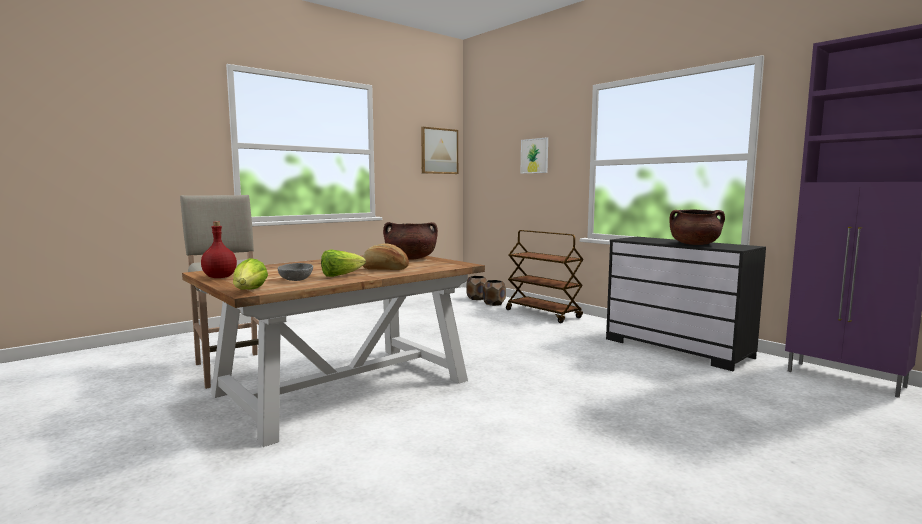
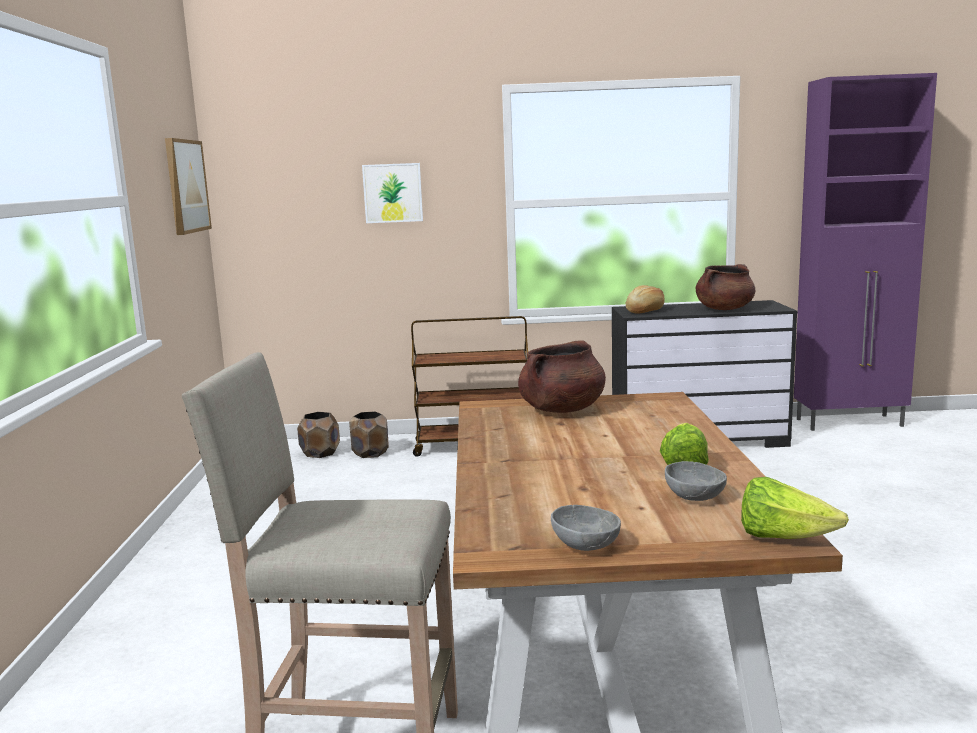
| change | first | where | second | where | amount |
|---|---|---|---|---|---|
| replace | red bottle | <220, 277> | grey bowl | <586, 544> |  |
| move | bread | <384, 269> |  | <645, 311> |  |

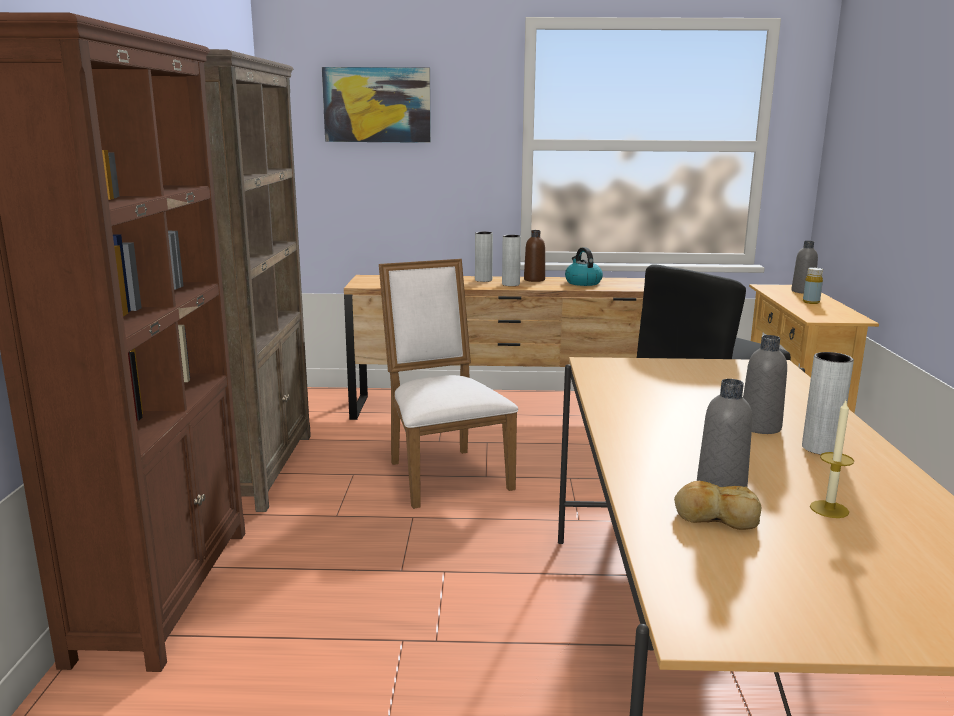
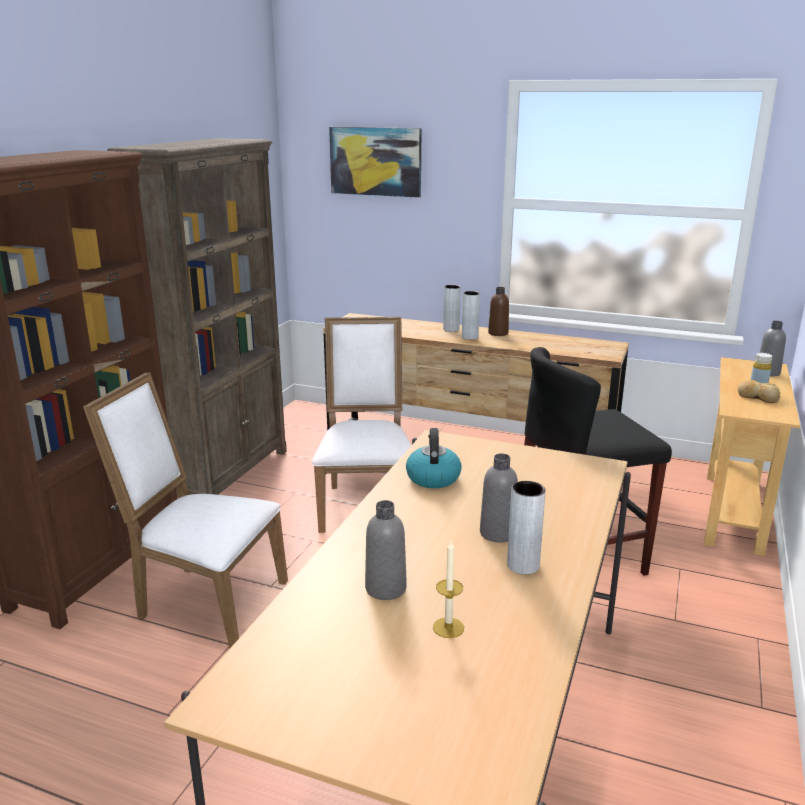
| change | first | where | second | where | amount |
|---|---|---|---|---|---|
| move | kettle | <582, 282> |  | <433, 477> |  |
| move | bread | <715, 517> |  | <757, 397> |  |
| insert |  |  | white chair | <205, 600> |  |

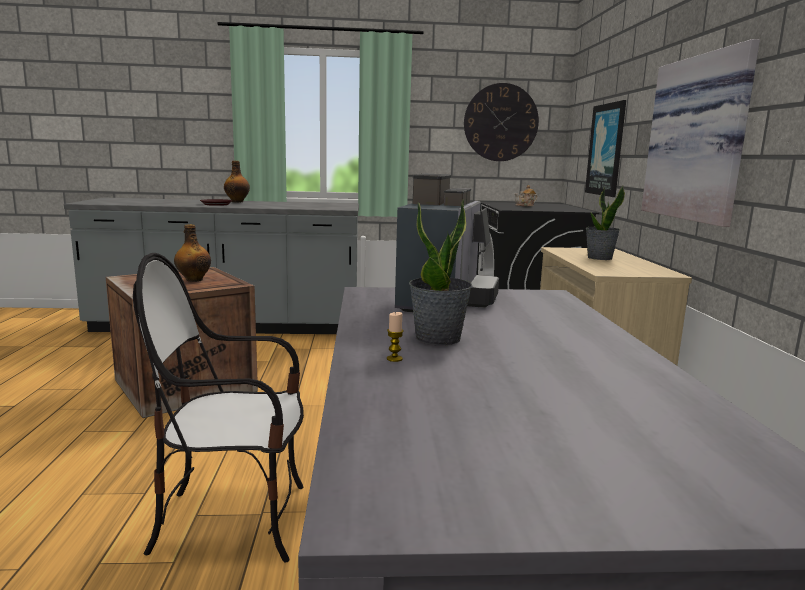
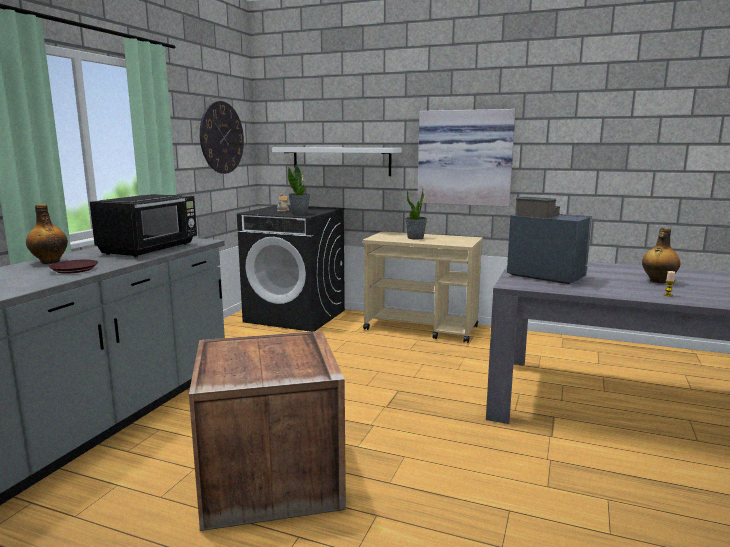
| change | first | where | second | where | amount |
|---|---|---|---|---|---|
| delete | chair | <234, 520> |  |  |  |
| move | bottle | <194, 280> |  | <658, 281> |  |
| move | potted plant | <438, 338> |  | <299, 214> |  |
| replace | picture | <606, 149> | white shelf | <341, 161> |  |
| insert |  |  | black microwave | <151, 249> |  |

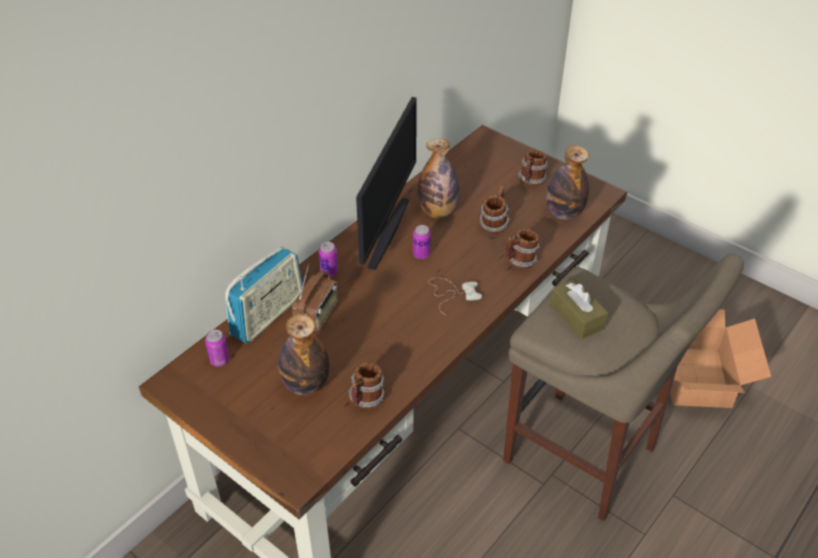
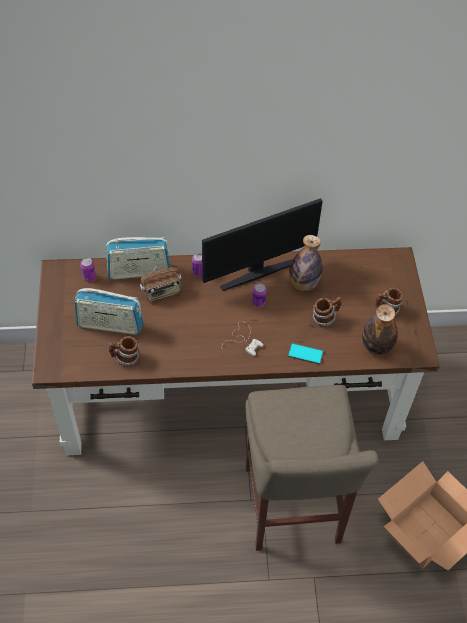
| change | first | where | second | where | amount |
|---|---|---|---|---|---|
| replace | bottle | <306, 384> | radio | <110, 325> |  |
| replace | mug | <519, 262> | phone | <305, 354> |  |
| delete | brown tissue box | <577, 316> |  |  |  |

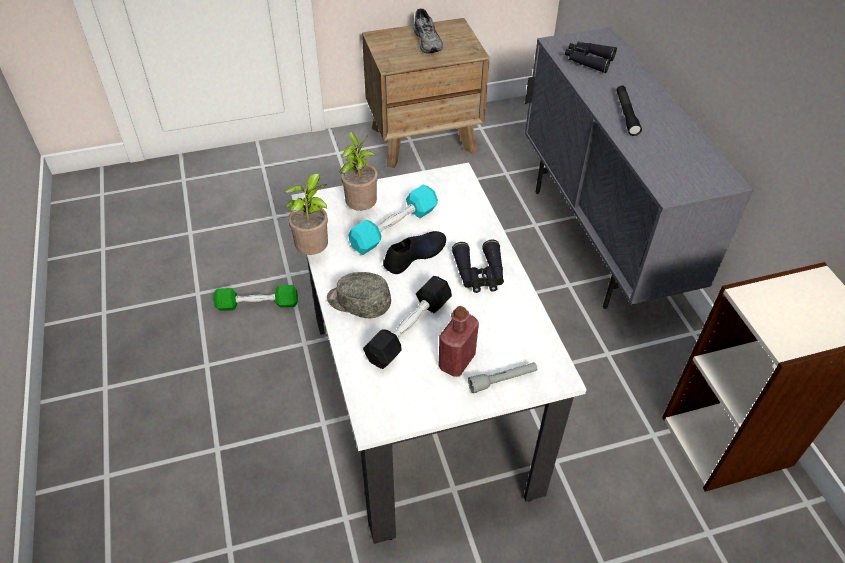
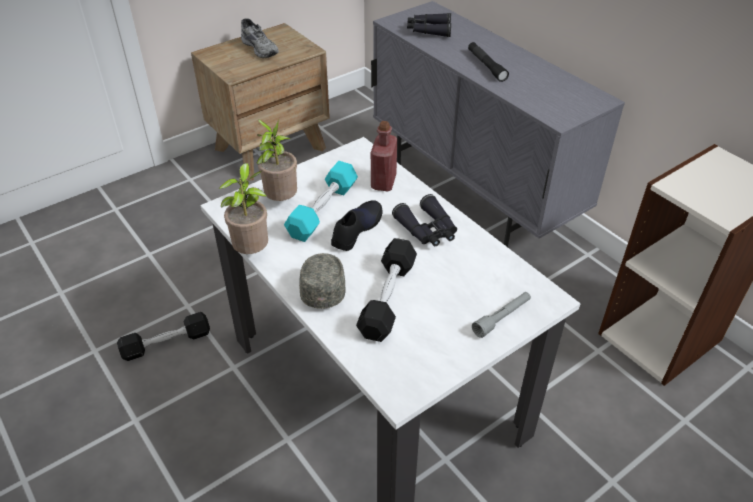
| change | first | where | second | where | amount |
|---|---|---|---|---|---|
| recolor | green dumbbell | <257, 304> | black dumbbell | <166, 343> |  |
| rotate | grey cap | <358, 302> |  | <323, 287> | 90 degrees clockwise |
| move | red bottle | <456, 361> |  | <383, 182> |  |

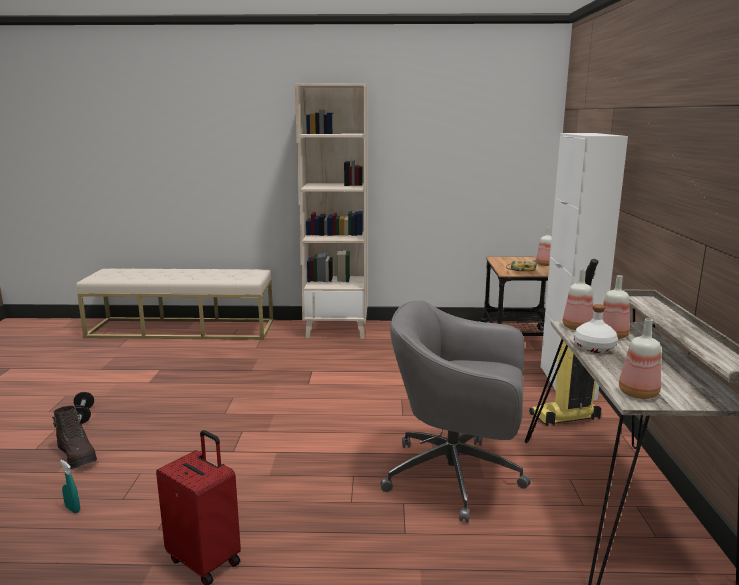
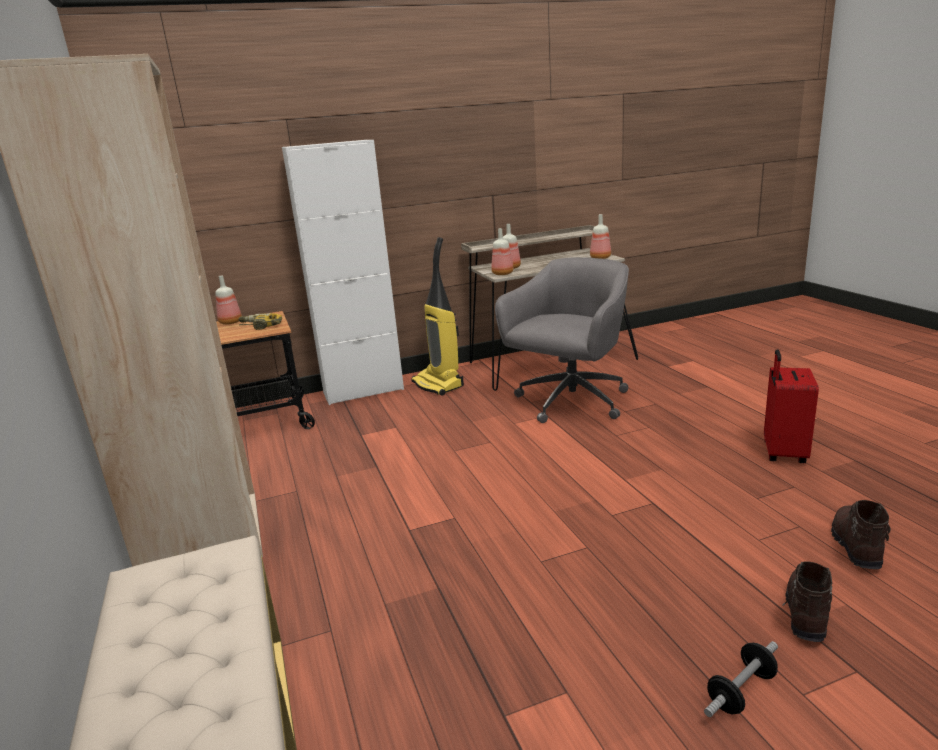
| change | first | where | second | where | amount |
|---|---|---|---|---|---|
| replace | turquoise spray bottle | <72, 509> | brown boot | <855, 546> |  |
| rotate | grey office chair | <457, 476> |  | <570, 402> | 135 degrees counterclockwise |
| delete | white bottle | <593, 347> |  |  |  |

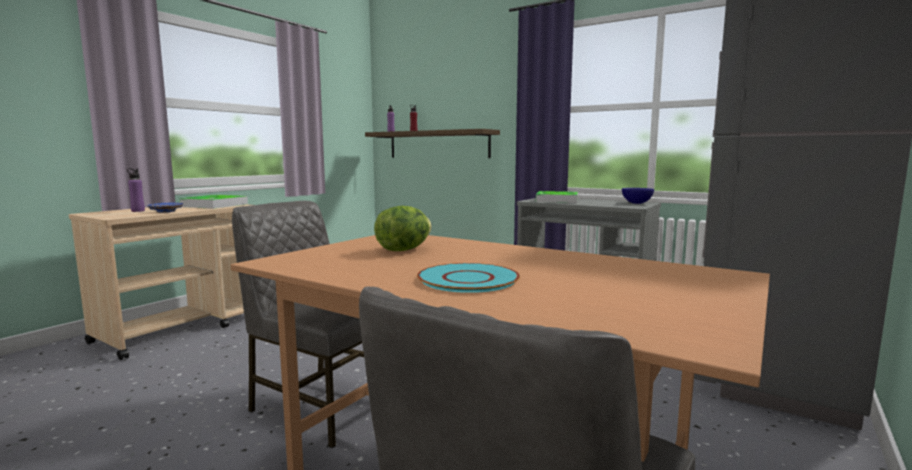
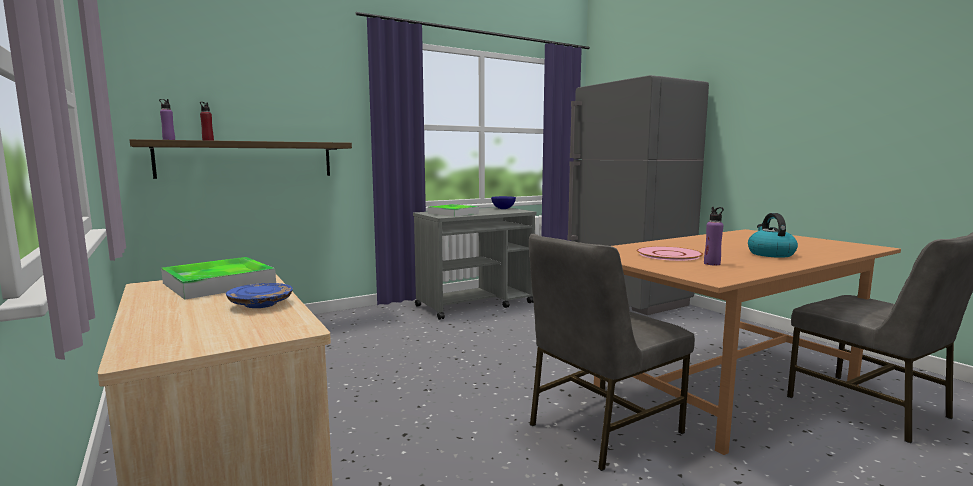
| change | first | where | second | where | amount |
|---|---|---|---|---|---|
| move | purple bottle | <138, 211> |  | <712, 263> |  |
| replace | lettuce | <404, 250> | pink plate | <669, 255> |  |
| replace | turquoise plate | <467, 279> | kettle | <770, 254> |  |

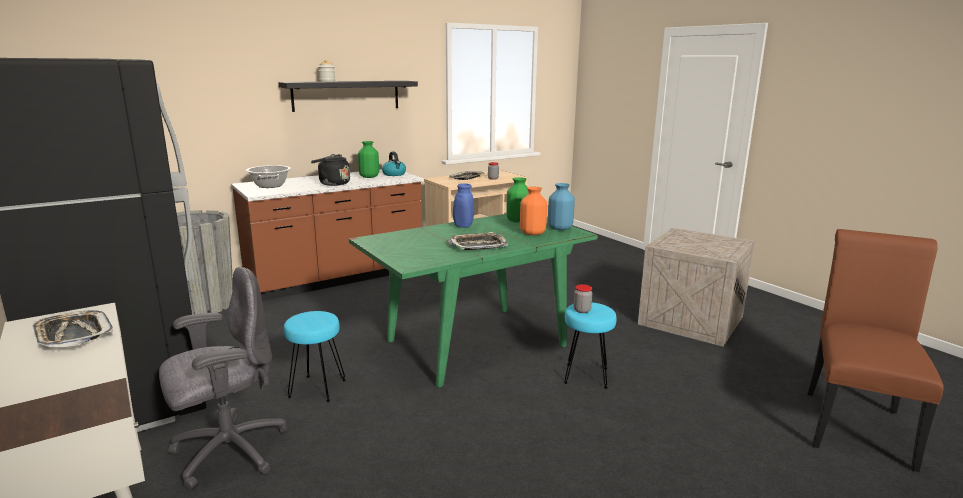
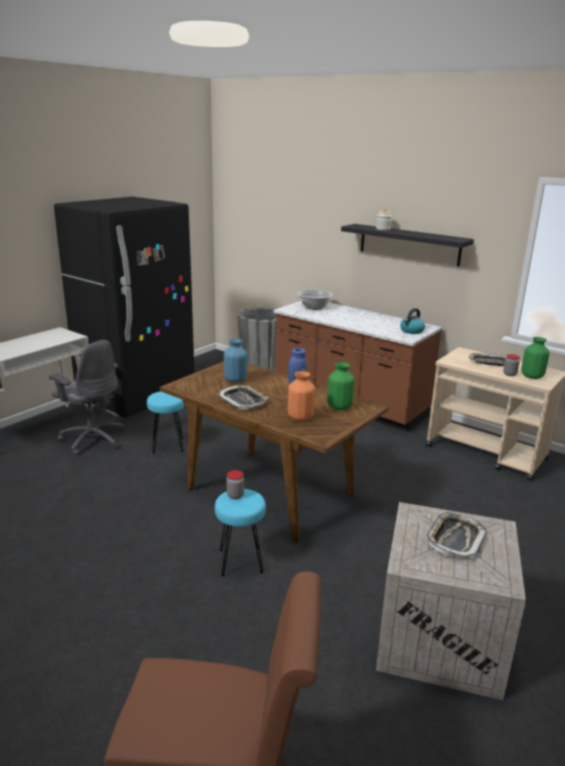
| change | first | where | second | where | amount |
|---|---|---|---|---|---|
| move | tray | <73, 334> |  | <455, 539> |  |
| delete | black kettle | <332, 183> |  |  |  |
| recolor | green dining table | <474, 344> | brown dining table | <269, 491> |  |
| move | green vase | <369, 177> |  | <531, 376> |  |
| move | blue vase | <559, 228> |  | <235, 380> |  |

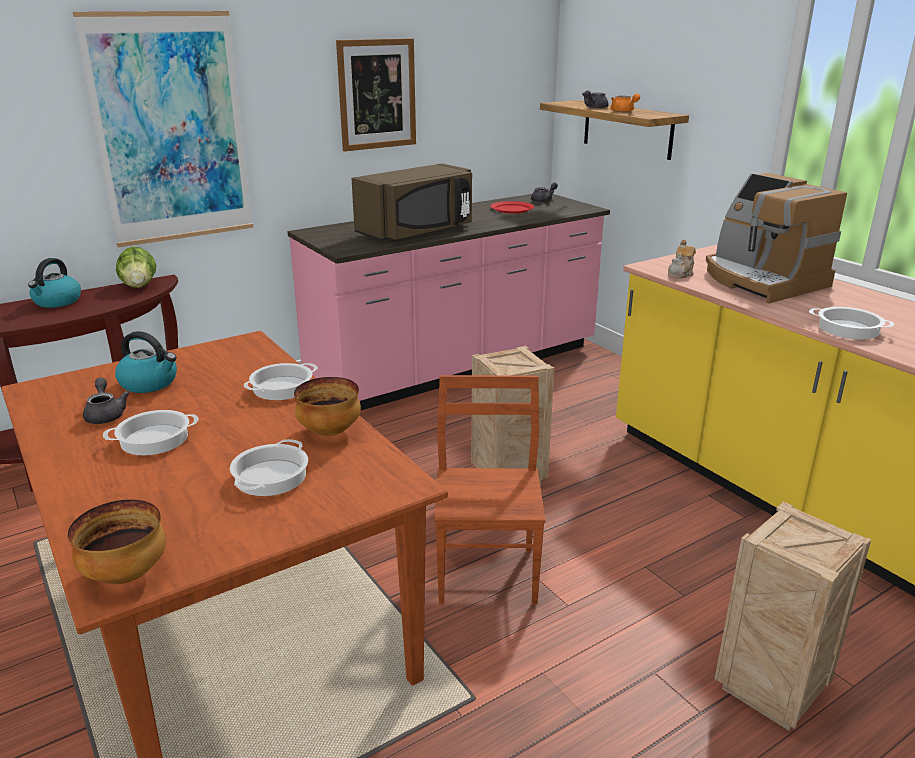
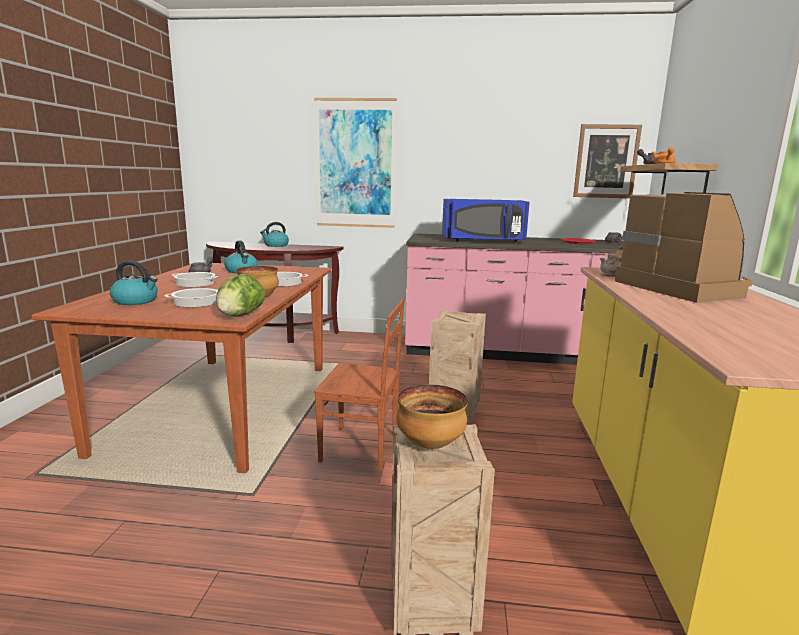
| change | first | where | second | where | amount |
|---|---|---|---|---|---|
| move | bowl | <127, 575> |  | <431, 444> |  |
| move | lettuce | <139, 286> |  | <240, 315> |  |
| move | picture | <377, 94> |  | <606, 161> |  |
| recolor | brown microwave | <417, 231> | blue microwave | <483, 241> |  |
| rotate | brown chair | <488, 574> |  | <360, 448> | 60 degrees clockwise |
| rotate | coffee machine | <761, 281> |  | <682, 288> | 150 degrees clockwise |
| delete | cooking pot | <849, 329> |  |  |  |
| insert |  |  | kettle | <136, 301> |  |

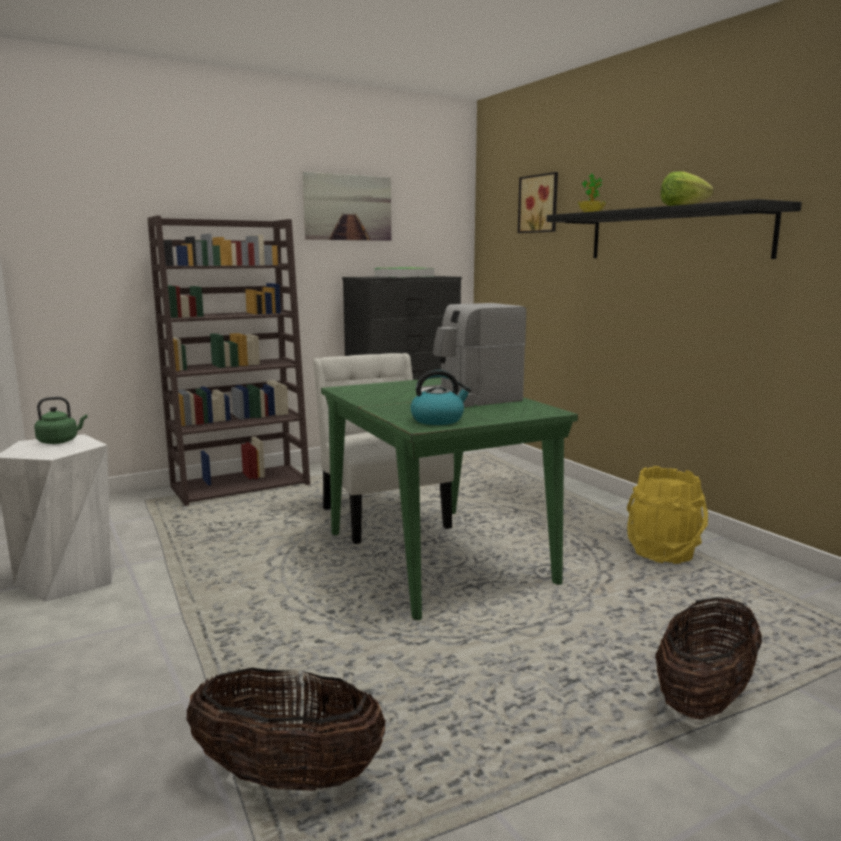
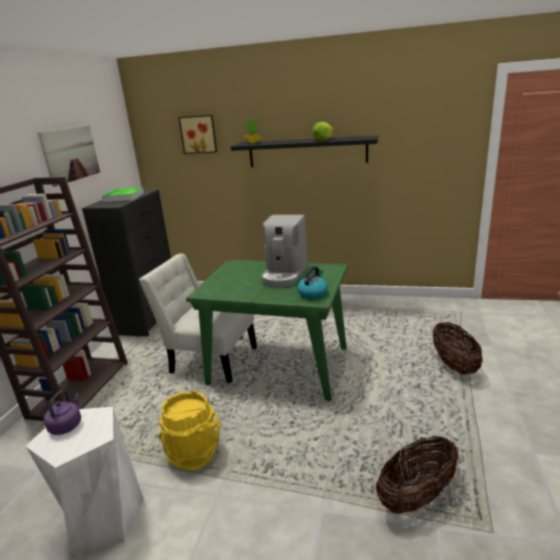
| change | first | where | second | where | amount |
|---|---|---|---|---|---|
| recolor | green kettle | <60, 441> | purple kettle | <67, 425> |  |
| move | yellow bucket | <663, 552> |  | <194, 454> |  |

